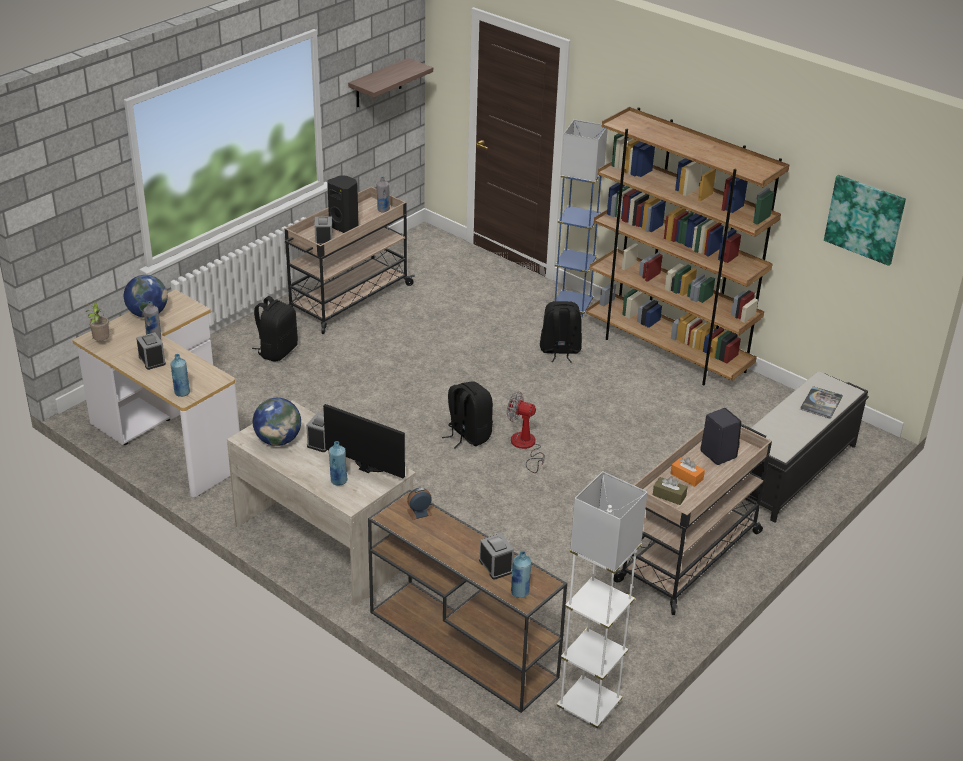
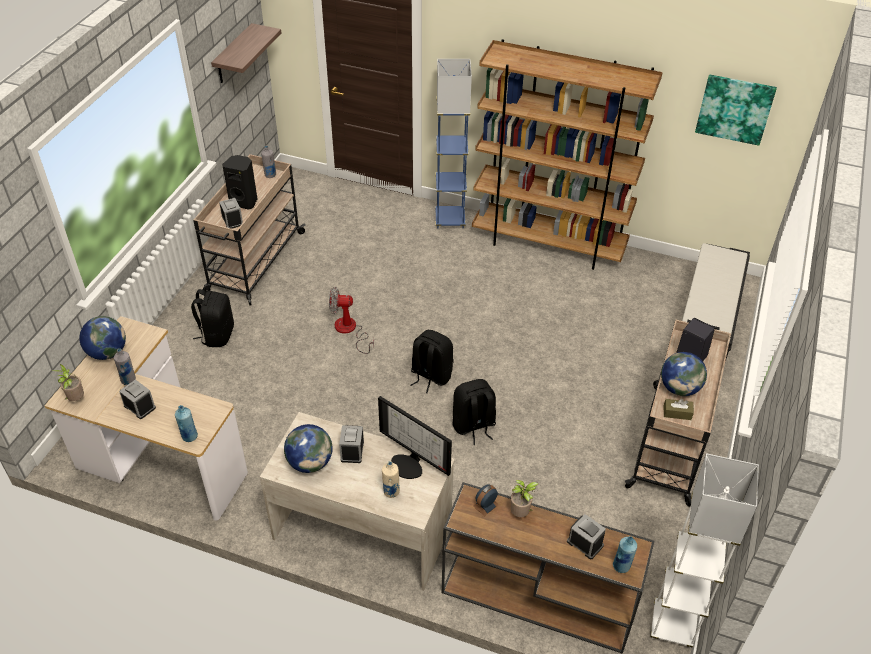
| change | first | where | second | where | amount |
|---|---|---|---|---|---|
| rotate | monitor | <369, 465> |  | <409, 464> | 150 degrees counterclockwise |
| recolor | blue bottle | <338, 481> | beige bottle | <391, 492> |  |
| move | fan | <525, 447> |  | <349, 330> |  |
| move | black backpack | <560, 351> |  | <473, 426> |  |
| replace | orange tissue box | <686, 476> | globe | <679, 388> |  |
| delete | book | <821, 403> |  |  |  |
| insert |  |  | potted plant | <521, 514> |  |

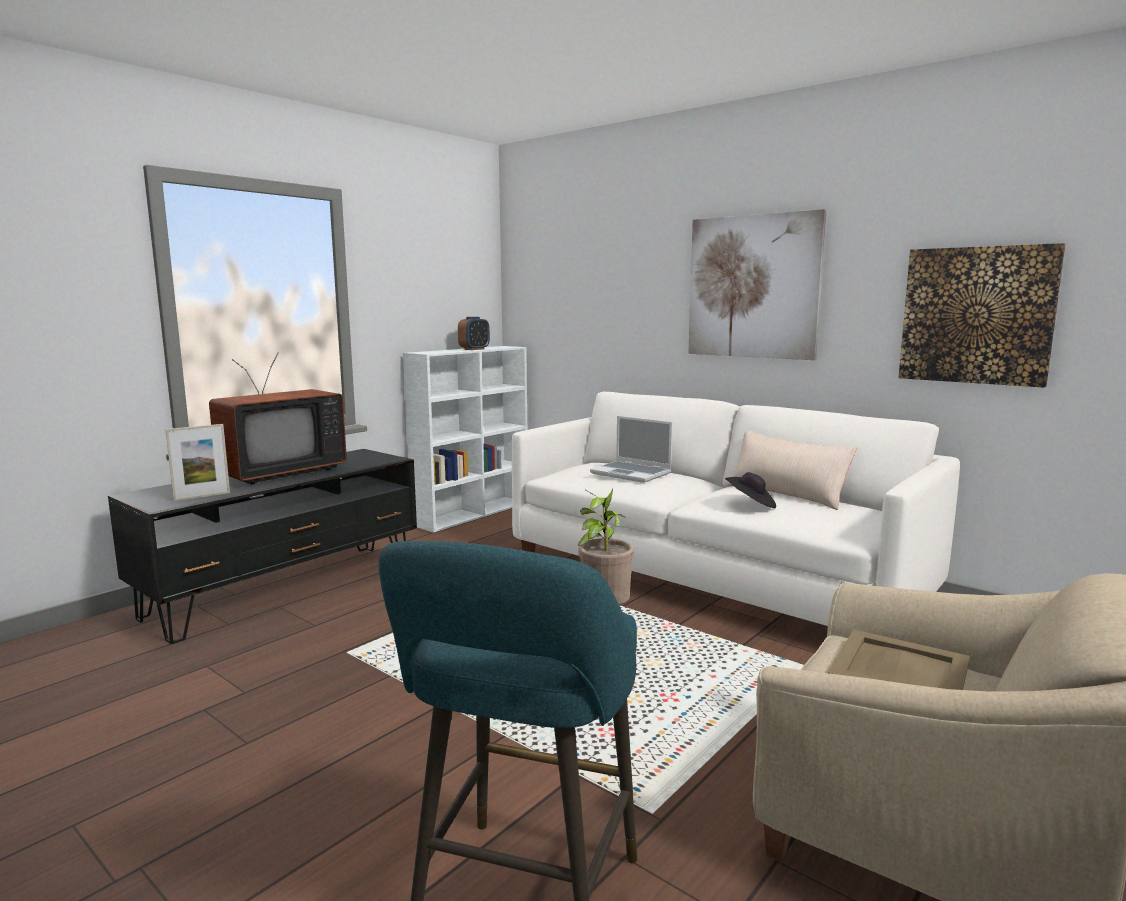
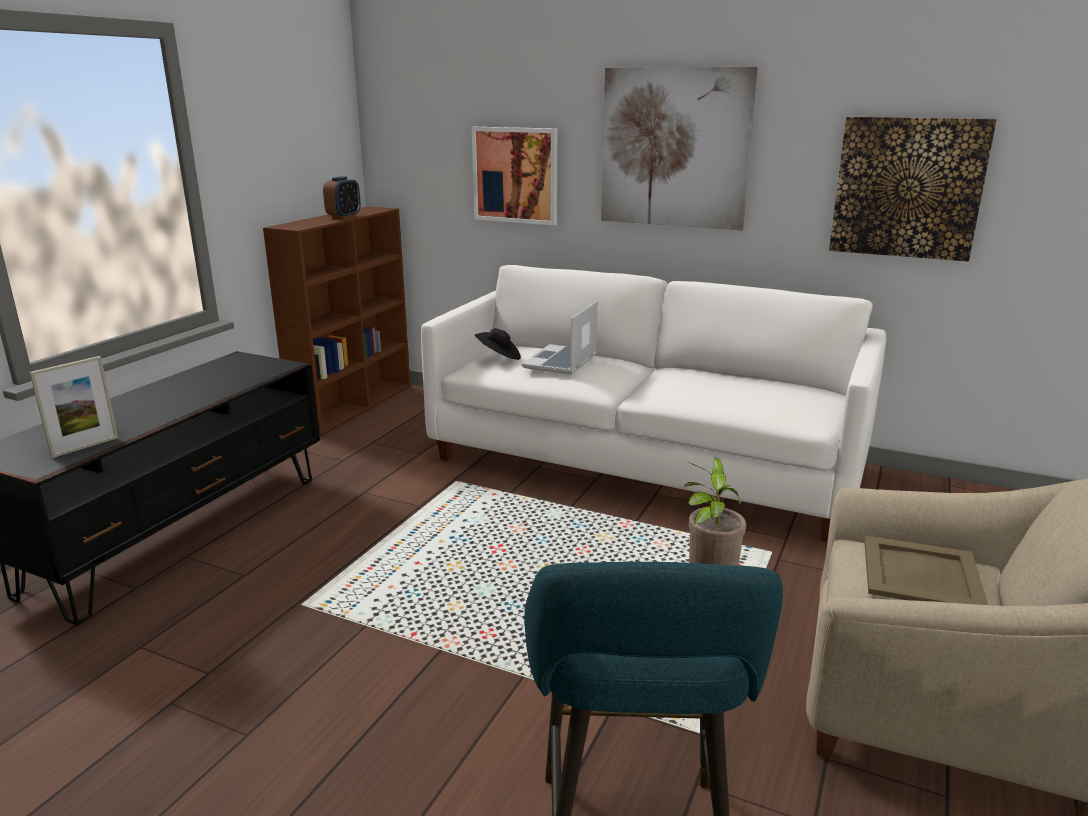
| change | first | where | second | where | amount |
|---|---|---|---|---|---|
| delete | television | <278, 473> |  |  |  |
| recolor | white bookcase | <473, 513> | brown bookcase | <354, 405> |  |
| rotate | laptop | <632, 473> |  | <561, 362> | 90 degrees clockwise |
| move | black hat | <751, 504> |  | <498, 357> |  |
| delete | beige pillow | <786, 494> |  |  |  |
| insert |  |  | picture | <515, 175> |  |

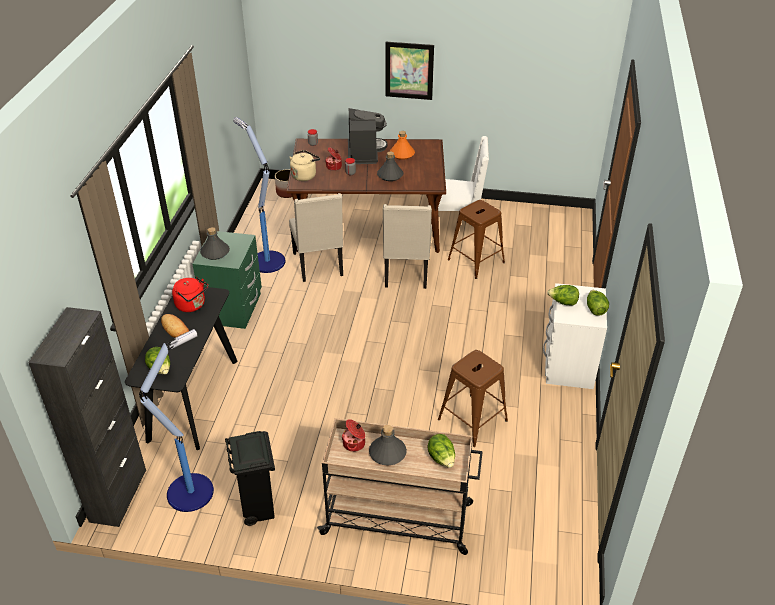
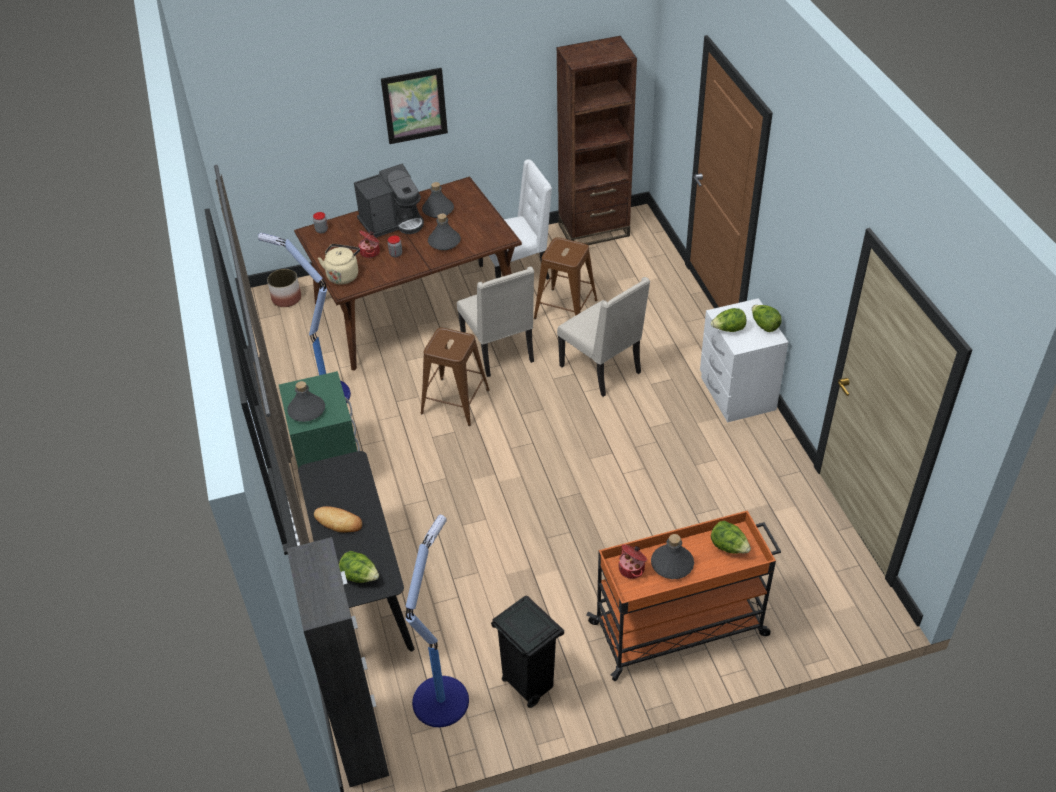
| change | first | where | second | where | amount |
|---|---|---|---|---|---|
| delete | red kettle | <192, 305> |  |  |  |
| move | beige chair | <319, 265> |  | <602, 369> |  |
| recolor | beige cart | <399, 519> | orange cart | <680, 629> |  |
| rotate | coffee machine | <364, 153> |  | <393, 222> | 90 degrees clockwise |
| recolor | orange bottle | <402, 154> | grey bottle | <438, 210> |  |
| move | brown stool | <472, 419> |  | <455, 401> |  |
| insert |  |  | brown bookcase | <594, 230> |  |

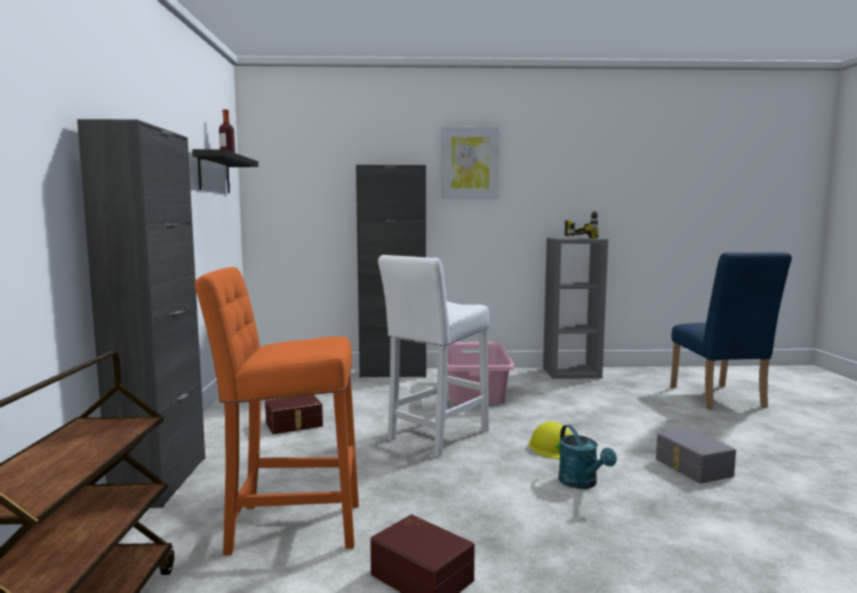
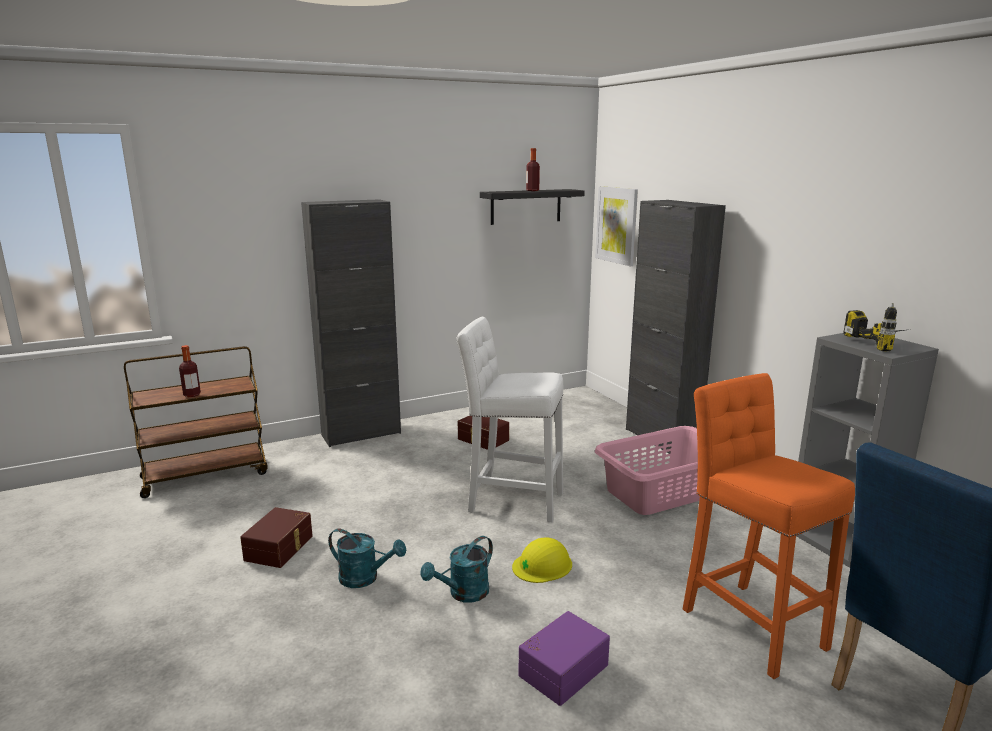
| change | first | where | second | where | amount |
|---|---|---|---|---|---|
| move | orange stool | <287, 526> |  | <748, 623> |  |
| move | picture | <470, 163> |  | <616, 225> |  |
| recolor | grey storage box | <692, 468> | purple storage box | <561, 669> |  |
| insert |  |  | bottle | <192, 394> |  |
| insert |  |  | turquoise watering can | <365, 578> |  |

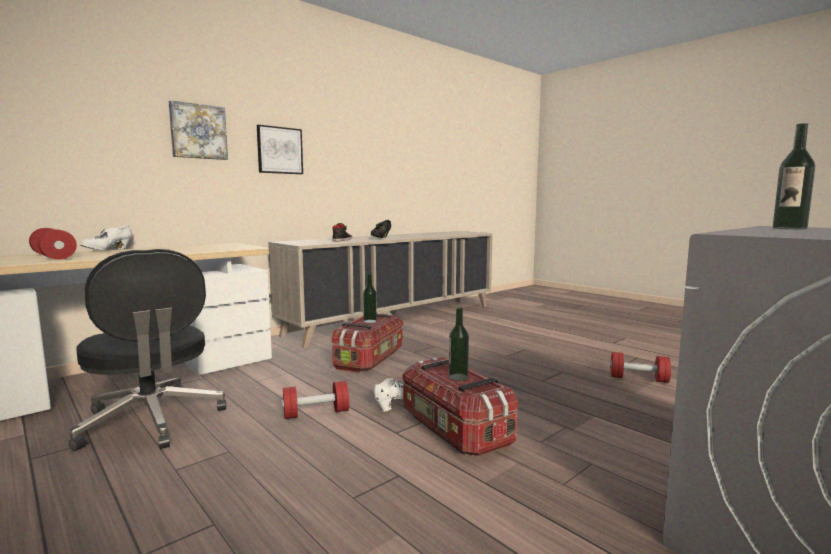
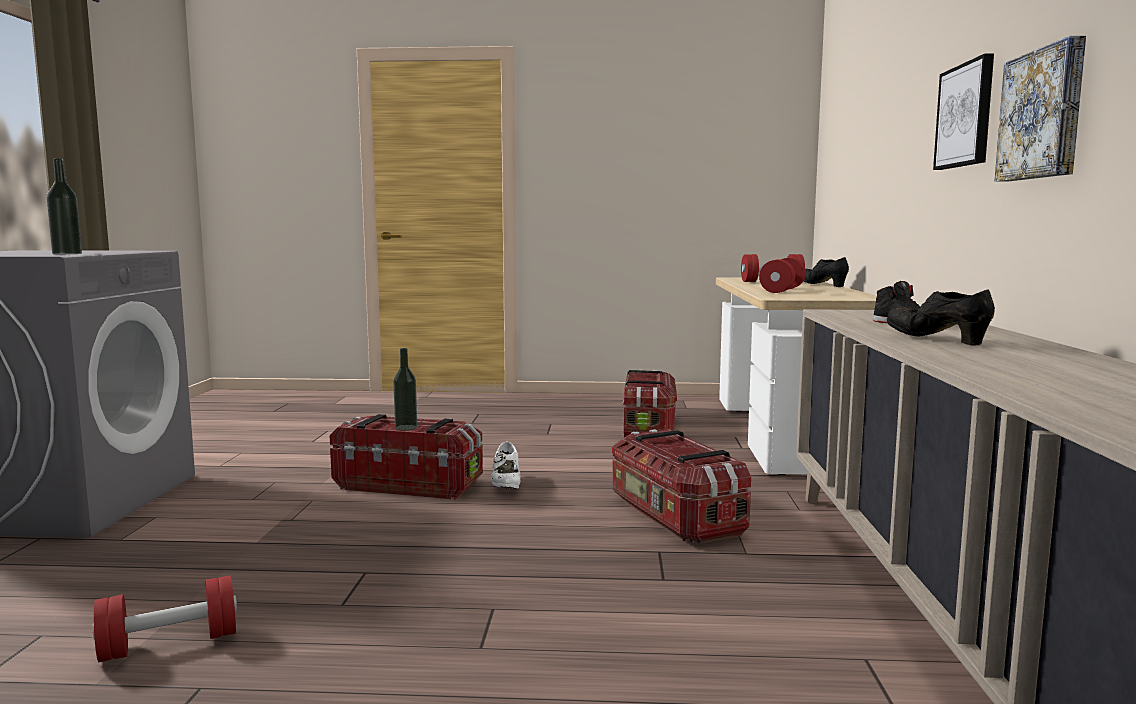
| change | first | where | second | where | amount |
|---|---|---|---|---|---|
| replace | black office chair | <152, 421> | storage box | <648, 427> |  |
| recolor | white shoe | <108, 250> | black shoe | <822, 285> |  |
| move | picture | <198, 131> |  | <1044, 114> |  |
| move | red dumbbell | <316, 413> |  | <782, 290> |  |
| delete | bottle | <370, 321> |  |  |  |

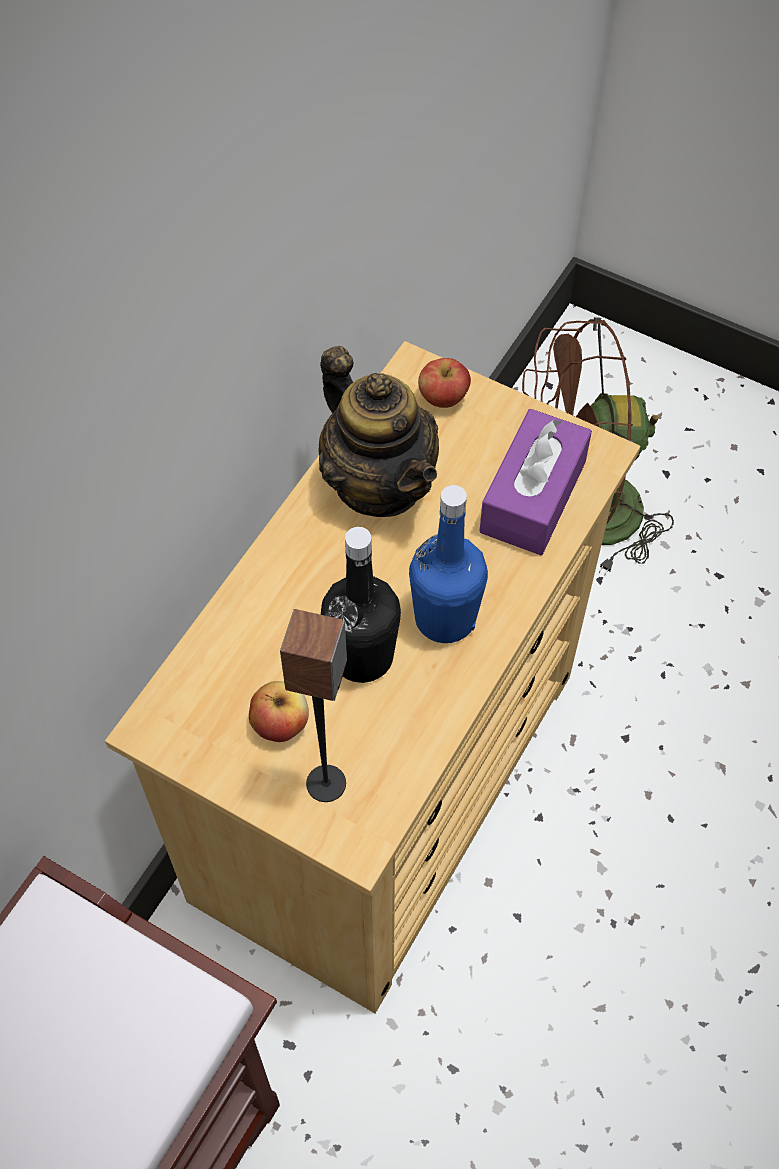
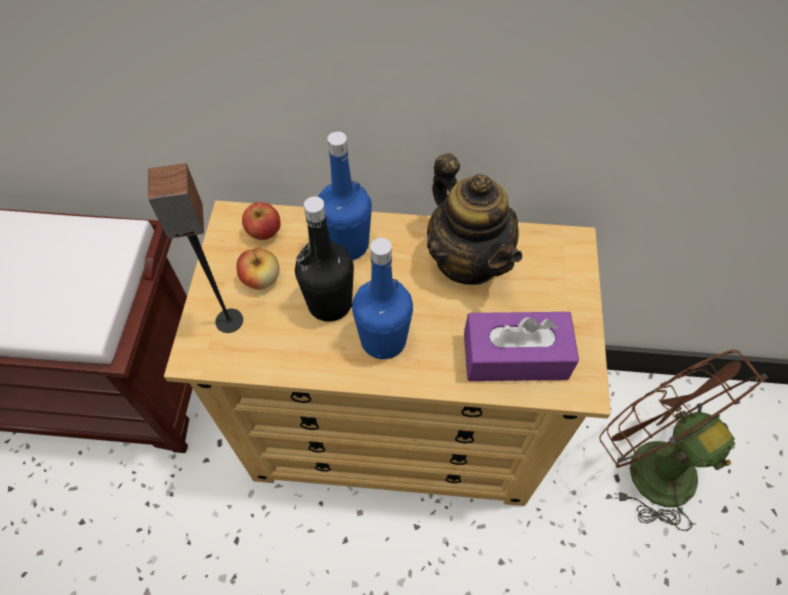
| change | first | where | second | where | amount |
|---|---|---|---|---|---|
| rotate | teapot | <379, 484> |  | <468, 259> | 60 degrees counterclockwise |
| move | apple | <443, 398> |  | <264, 232> |  |
| insert |  |  | blue bottle | <347, 244> |  |

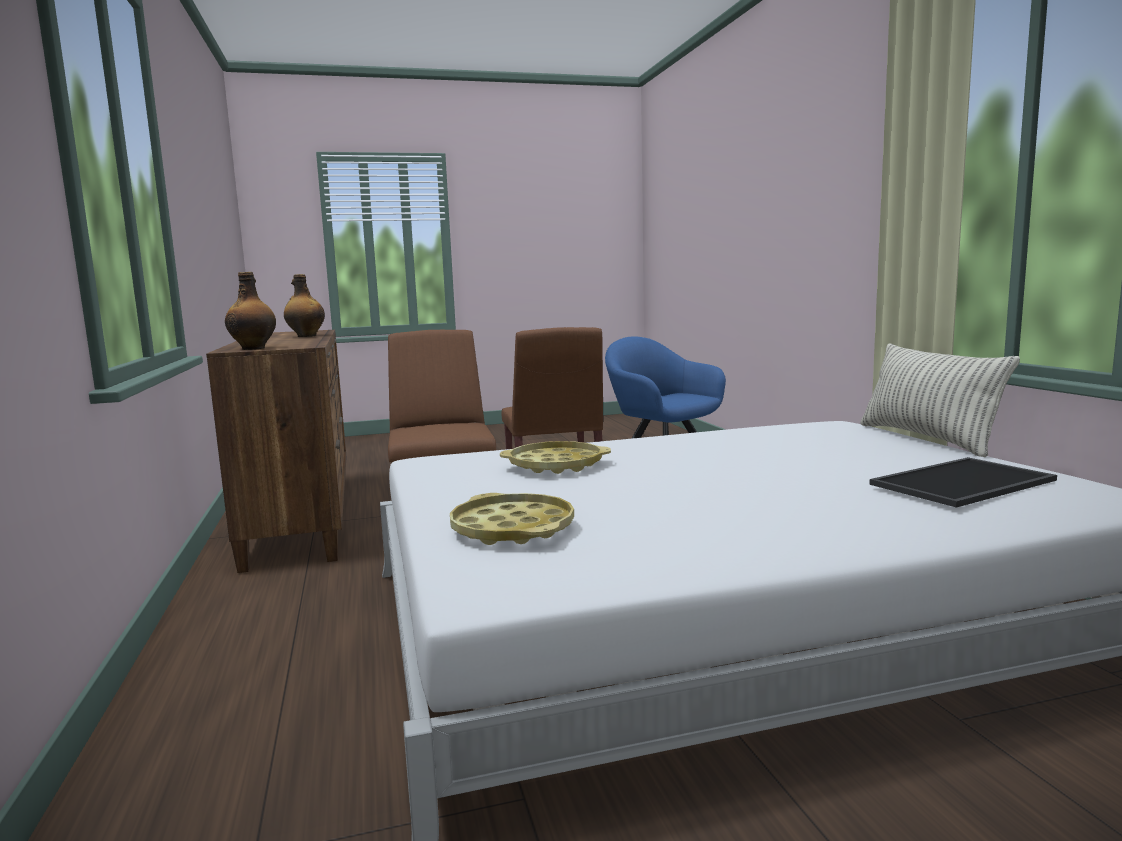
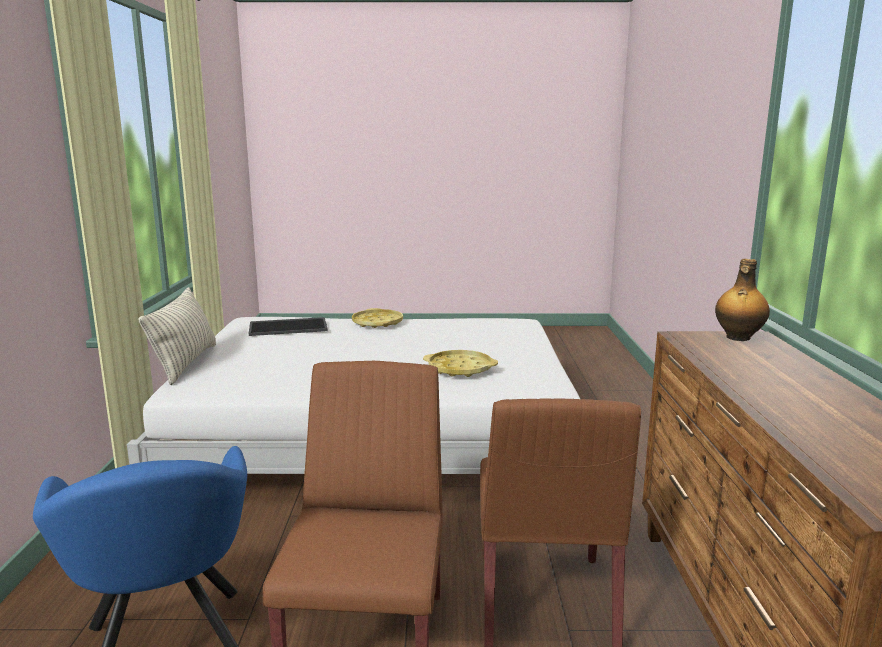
| change | first | where | second | where | amount |
|---|---|---|---|---|---|
| delete | bottle | <306, 336> |  |  |  |
| move | yellow tray | <512, 529> |  | <377, 323> |  |

